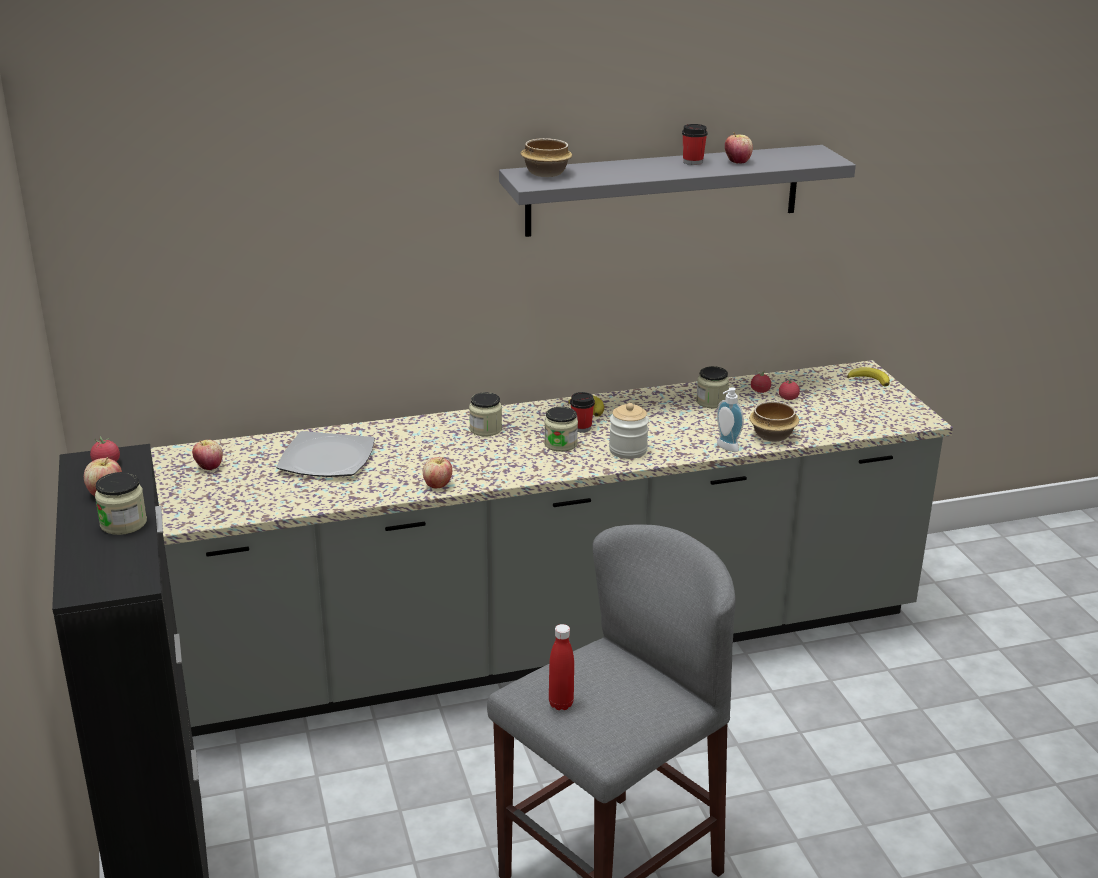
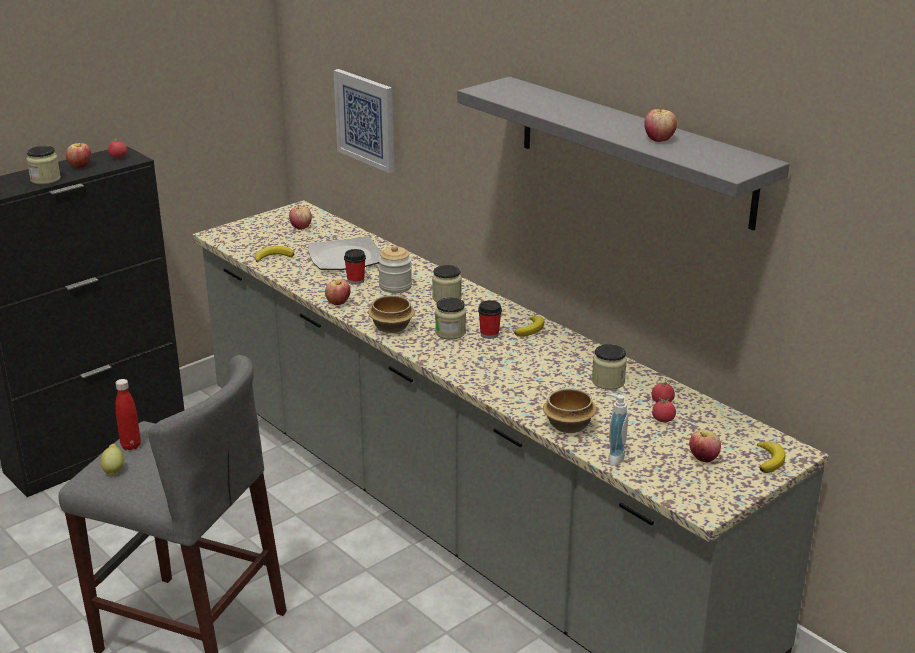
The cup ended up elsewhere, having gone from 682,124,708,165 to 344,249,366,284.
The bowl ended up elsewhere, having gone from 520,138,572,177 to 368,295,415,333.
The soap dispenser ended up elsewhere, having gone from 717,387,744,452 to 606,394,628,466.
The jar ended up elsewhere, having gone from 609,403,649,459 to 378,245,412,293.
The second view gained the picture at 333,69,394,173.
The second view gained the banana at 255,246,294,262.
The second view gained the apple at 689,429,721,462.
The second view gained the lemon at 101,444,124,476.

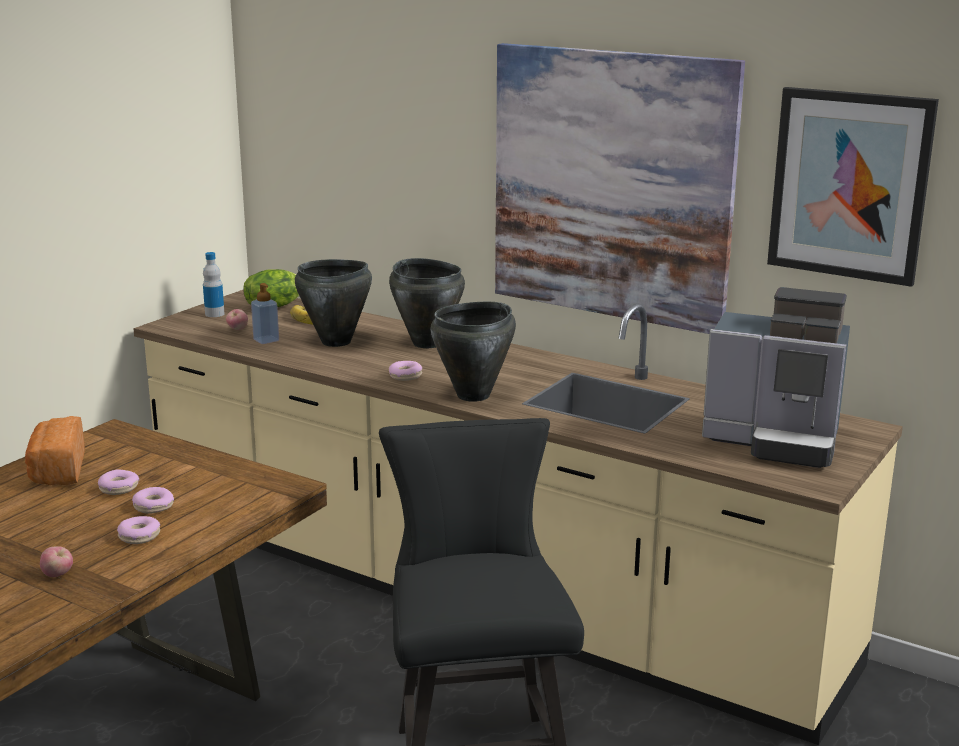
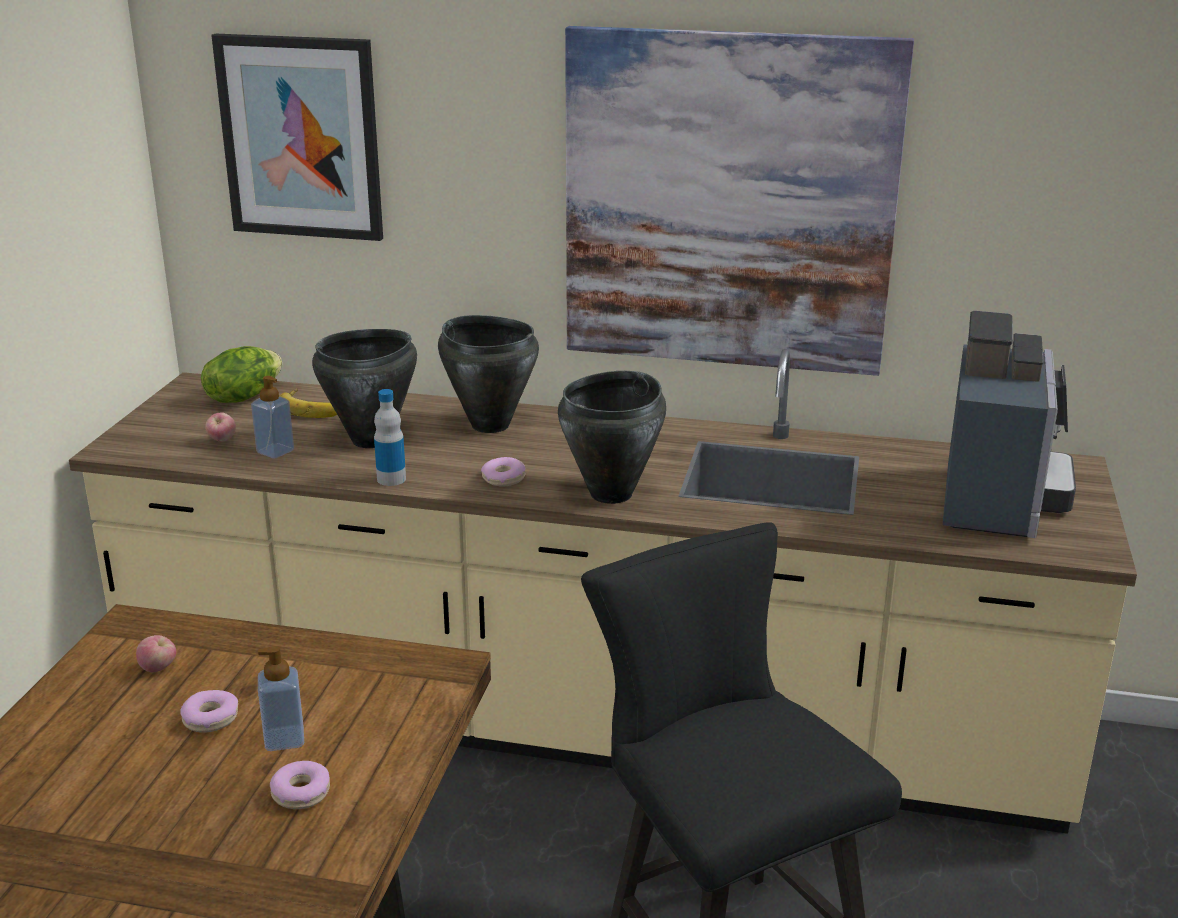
The picture ended up elsewhere, having gone from 767,87,939,287 to 211,34,383,241.
The bottle ended up elsewhere, having gone from 203,252,225,317 to 374,389,406,486.
The coffee machine at 702,287,850,468 ended up facing another way, 75 degrees counterclockwise from before.
The second view lost the bread at 25,416,85,486.
Where the donut stood at 132,487,174,514, the soap dispenser came to stand at 258,646,304,751.
The apple ended up elsewhere, having gone from 40,546,73,577 to 136,635,176,672.

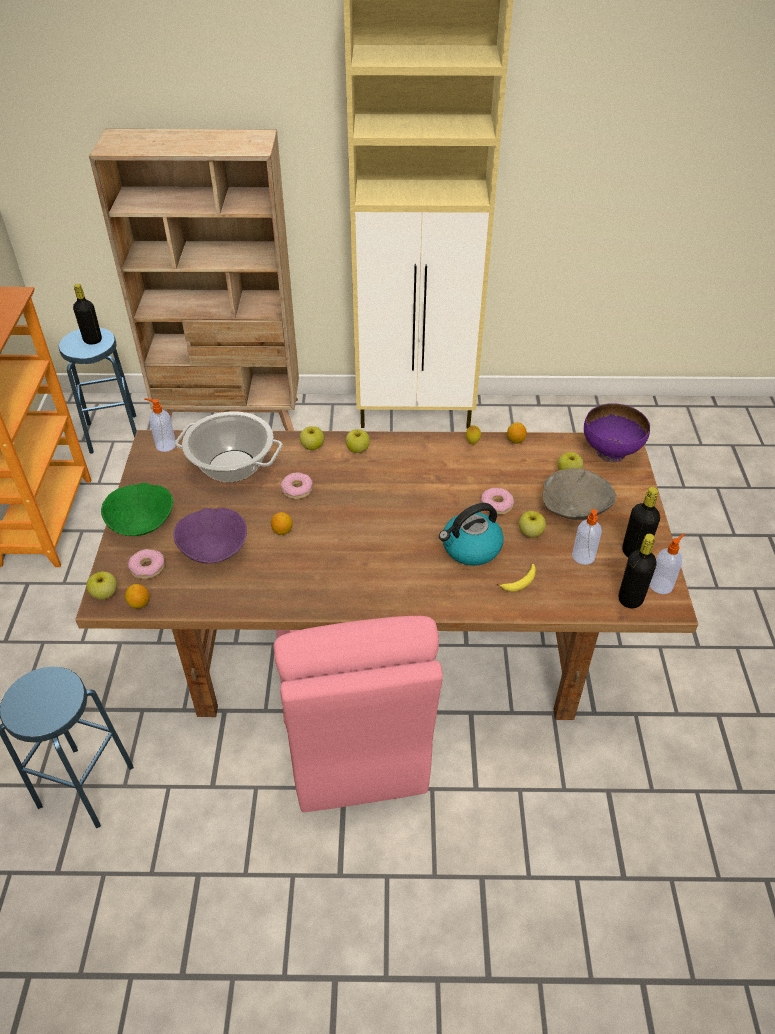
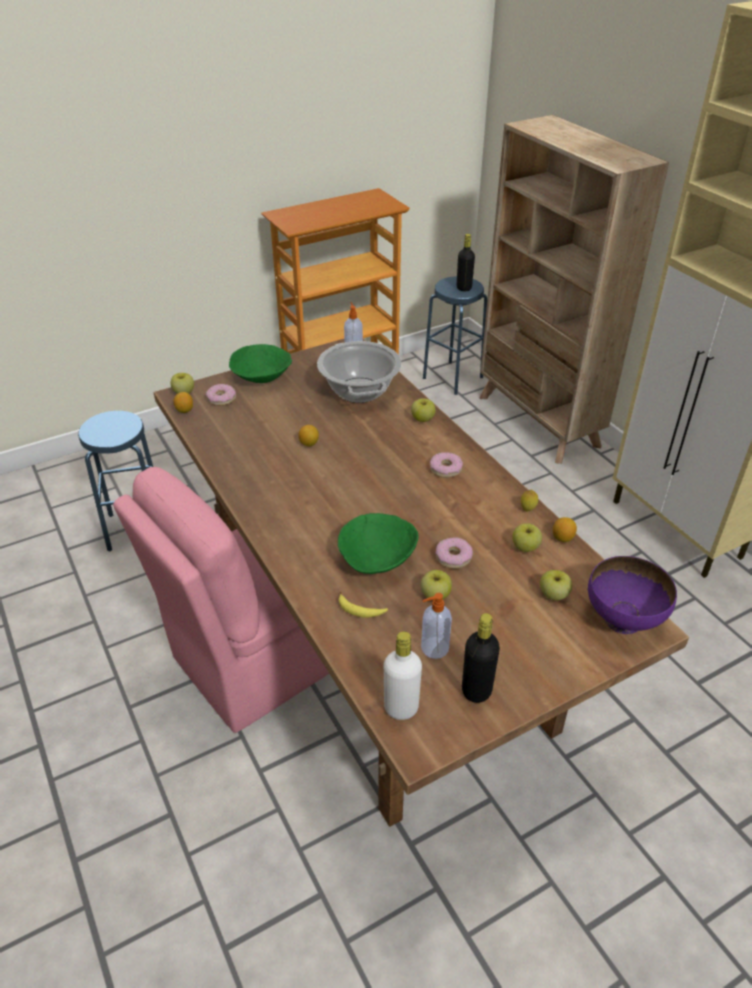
The apple ended up elsewhere, having gone from 346,429,370,453 to 512,523,542,552.
The second view lost the grey bowl at 542,468,616,520.
The donut ended up elsewhere, having gone from 281,472,313,499 to 430,452,463,478.
Where the kettle stood at 439,503,504,566, the green bowl came to stand at 338,513,419,574.
The second view lost the purple bowl at 173,508,247,563.
What was the black bottle at 619,534,657,608 turned into the white bottle at 384,631,422,720.
The second view lost the soap dispenser at 649,534,685,594.

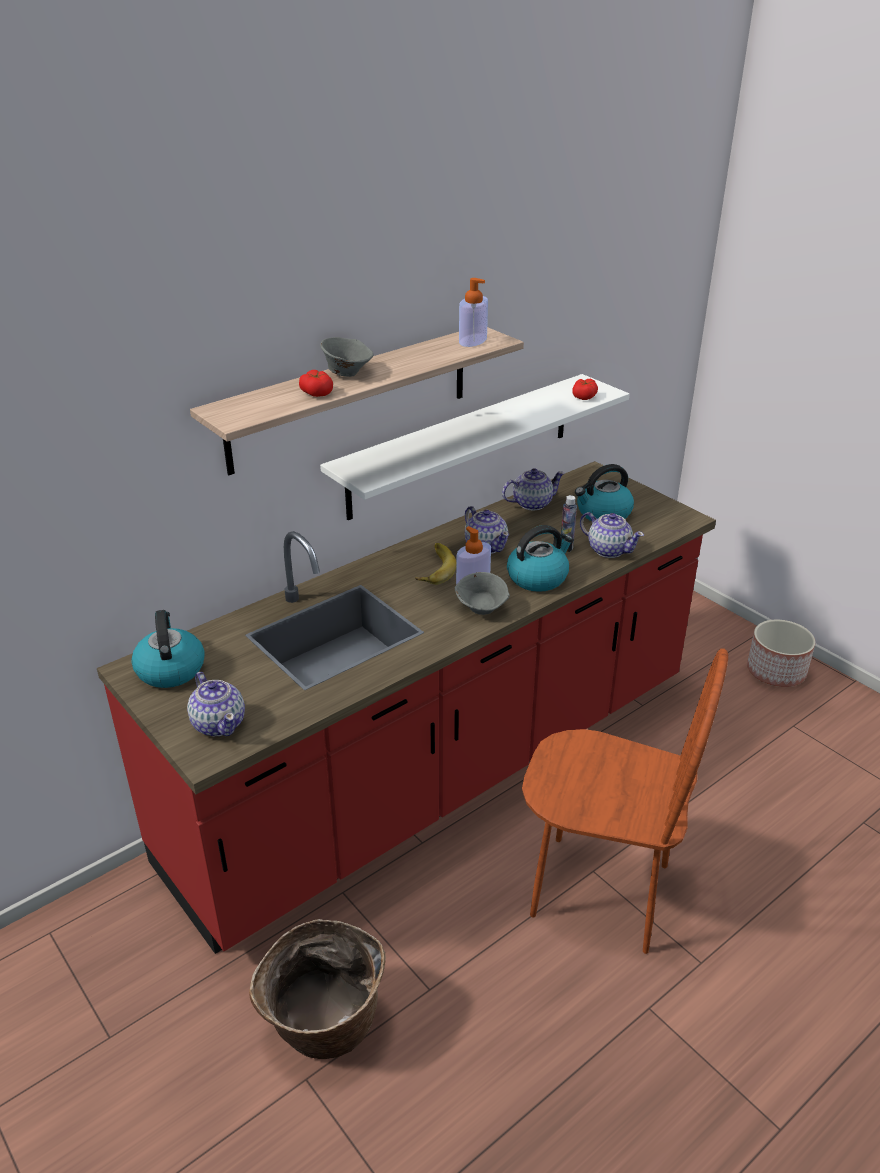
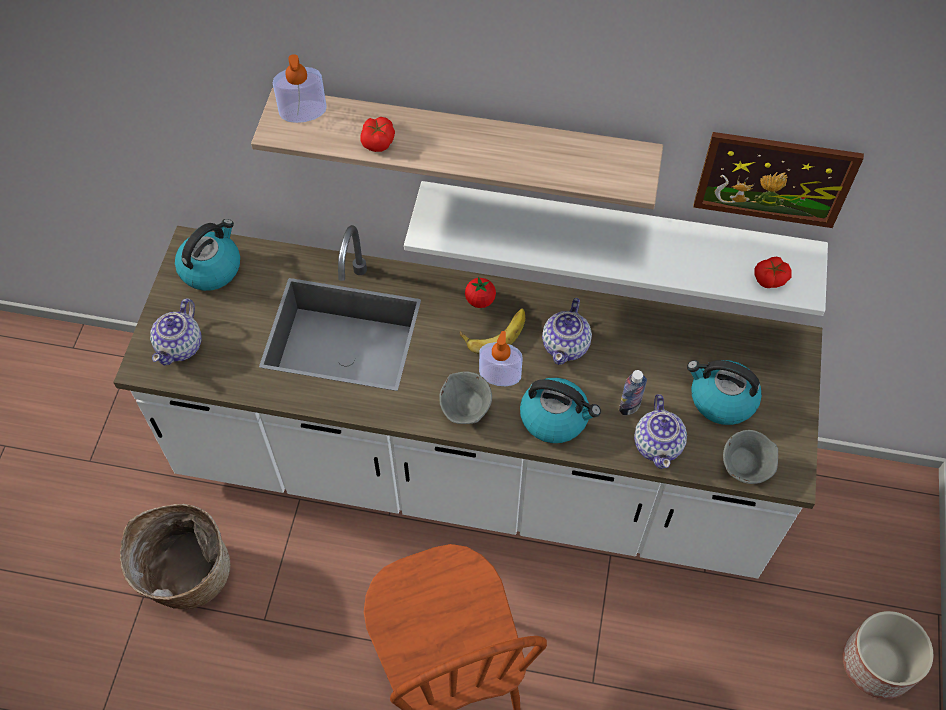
The soap dispenser ended up elsewhere, having gone from 459,278,488,347 to 273,54,327,123.
The grey bowl ended up elsewhere, having gone from 320,337,373,377 to 723,430,778,484.
What was the red counter at 97,461,716,954 turned into the white counter at 113,225,822,579.
The second view lost the teapot at 502,468,565,510.
The second view gained the picture at 693,132,864,228.
The second view gained the tomato at 465,277,496,308.

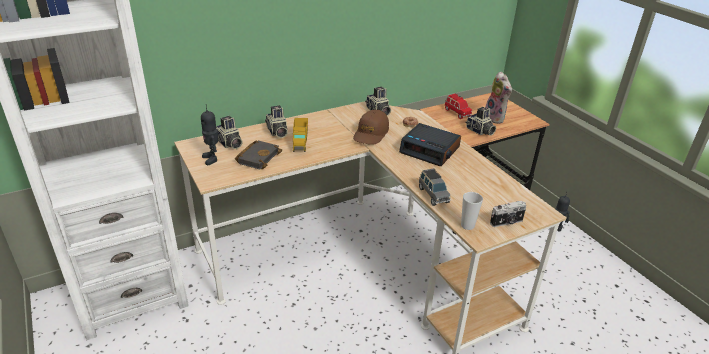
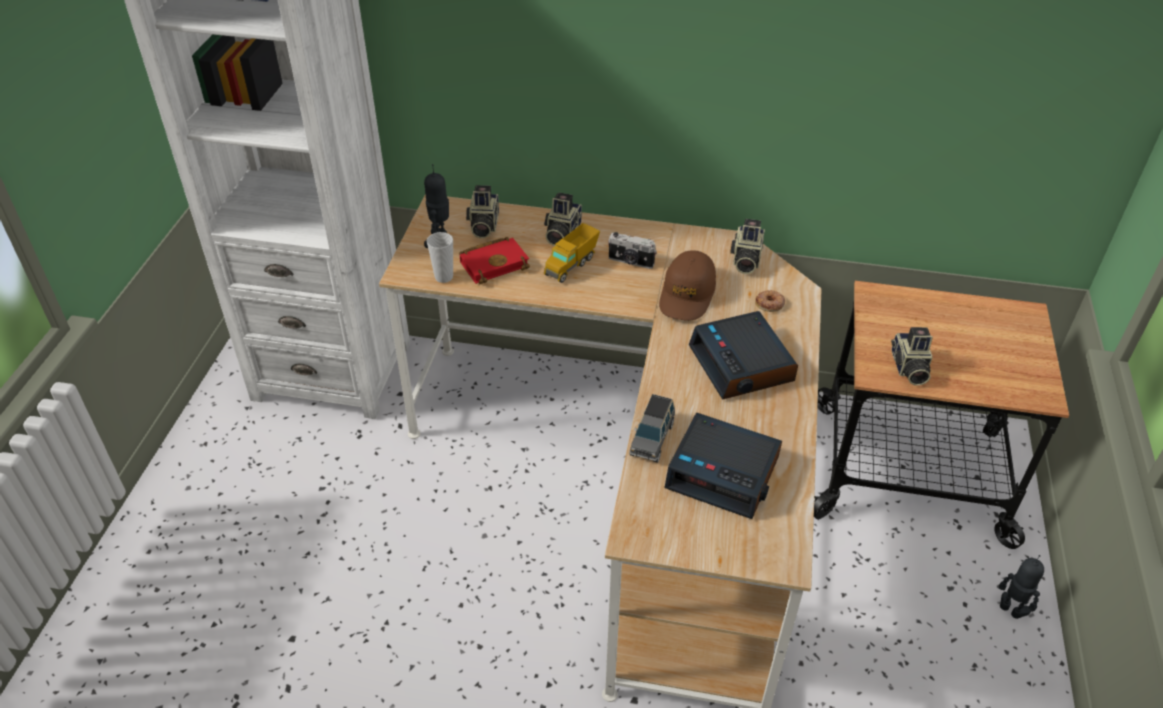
The second view lost the plush toy at 485,72,512,124.
The second view lost the red toy car at 445,94,472,119.
The brown cap at 353,110,389,145 ended up facing another way, 45 degrees counterclockwise from before.
What was the black book at 235,140,282,169 turned into the red book at 459,237,530,284.
The cup ended up elsewhere, having gone from 461,192,483,230 to 427,232,453,283.
The photo camera ended up elsewhere, having gone from 490,201,526,227 to 608,232,657,269.
The second view gained the alarm clock at 664,412,782,519.

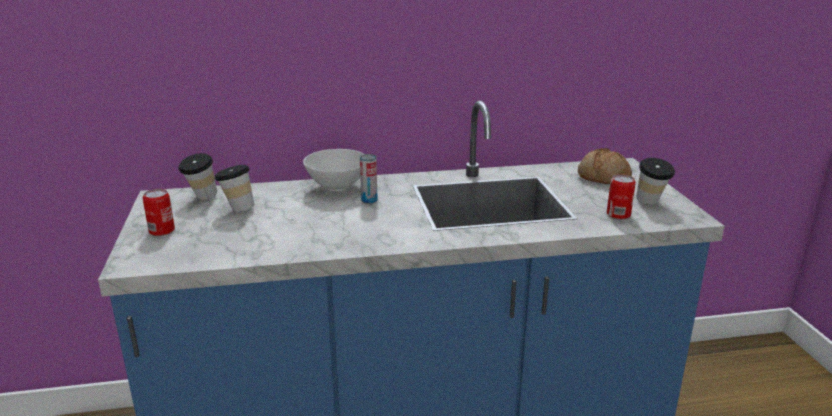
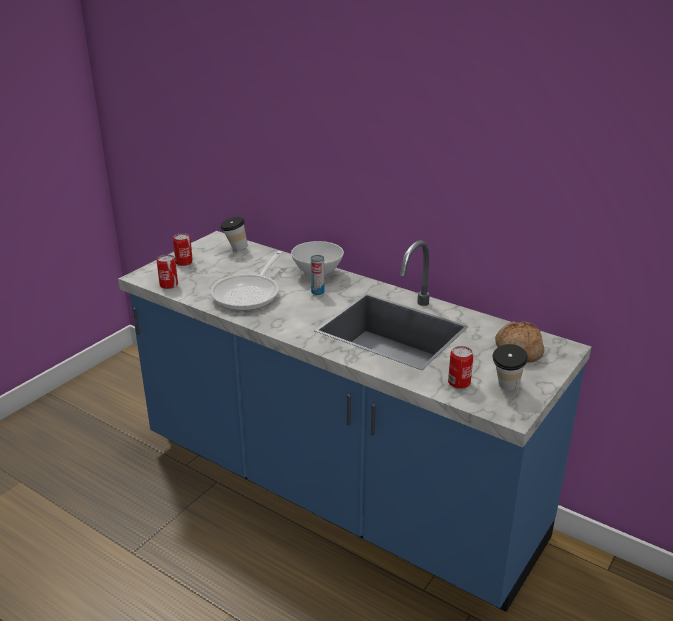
The second view lost the cup at 214,165,254,212.
The second view gained the frying pan at 210,251,283,311.
The second view gained the can at 157,255,178,289.

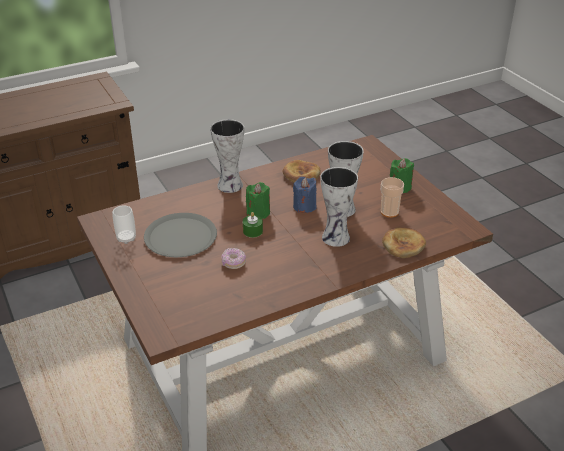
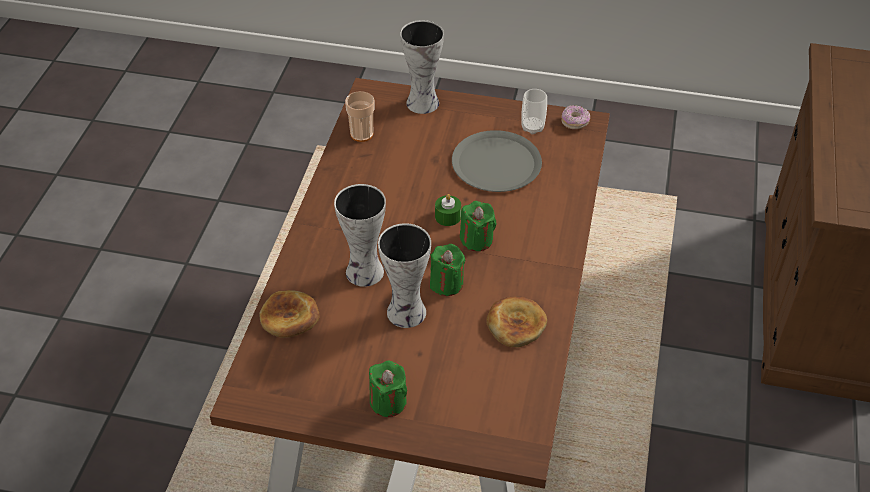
The vase ended up elsewhere, having gone from 210,119,244,193 to 400,20,444,114.
What was the blue candle at 293,177,316,213 turned into the green candle at 430,244,466,296.
The cup ended up elsewhere, having gone from 380,177,404,218 to 345,91,375,142.
The donut ended up elsewhere, having gone from 221,248,246,269 to 561,105,590,129.

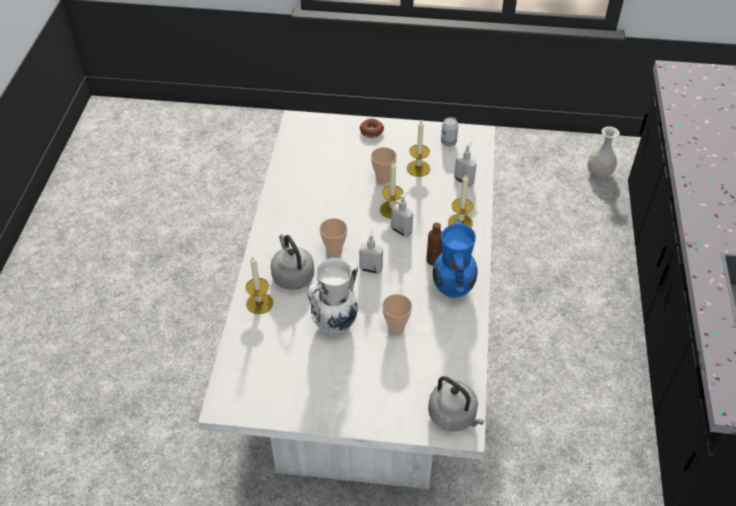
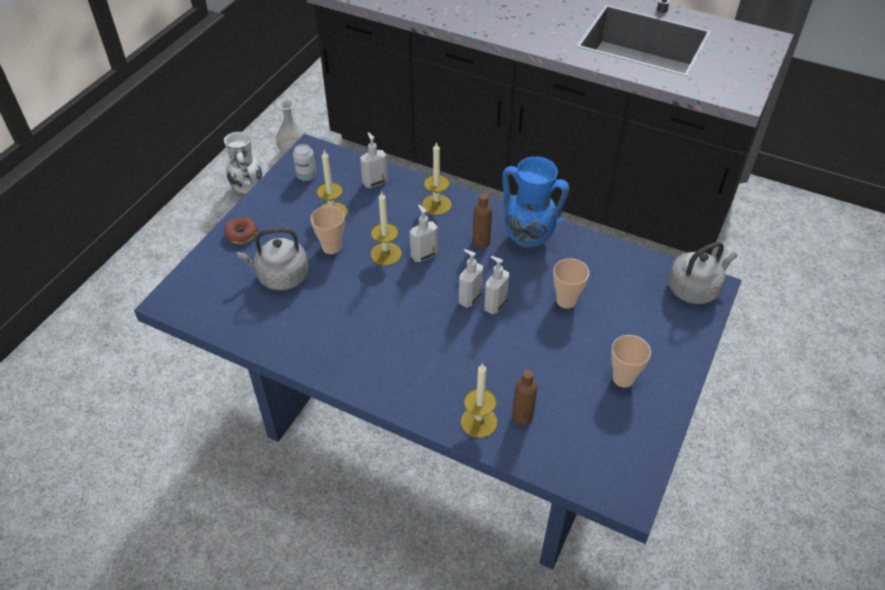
What was the white dining table at 198,110,495,489 turned into the blue dining table at 134,134,742,570.
The cup ended up elsewhere, having gone from 320,218,347,257 to 611,335,651,388.
The grey kettle ended up elsewhere, having gone from 271,234,314,290 to 237,228,309,290.
The white vase ended up elsewhere, having gone from 308,258,358,334 to 224,132,262,195.
The second view gained the soap dispenser at 484,256,509,315.
The second view gained the brown bottle at 512,369,537,425.

